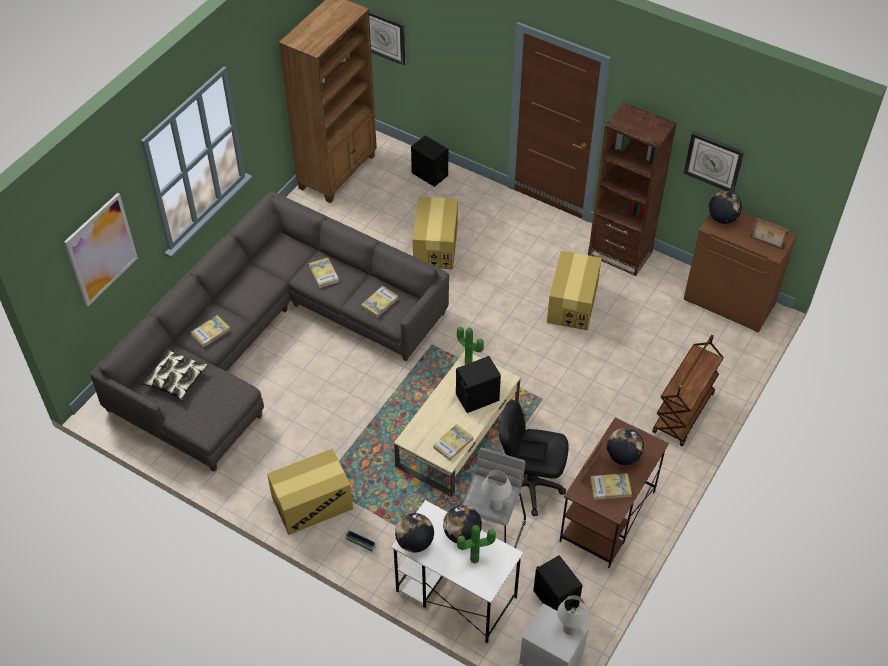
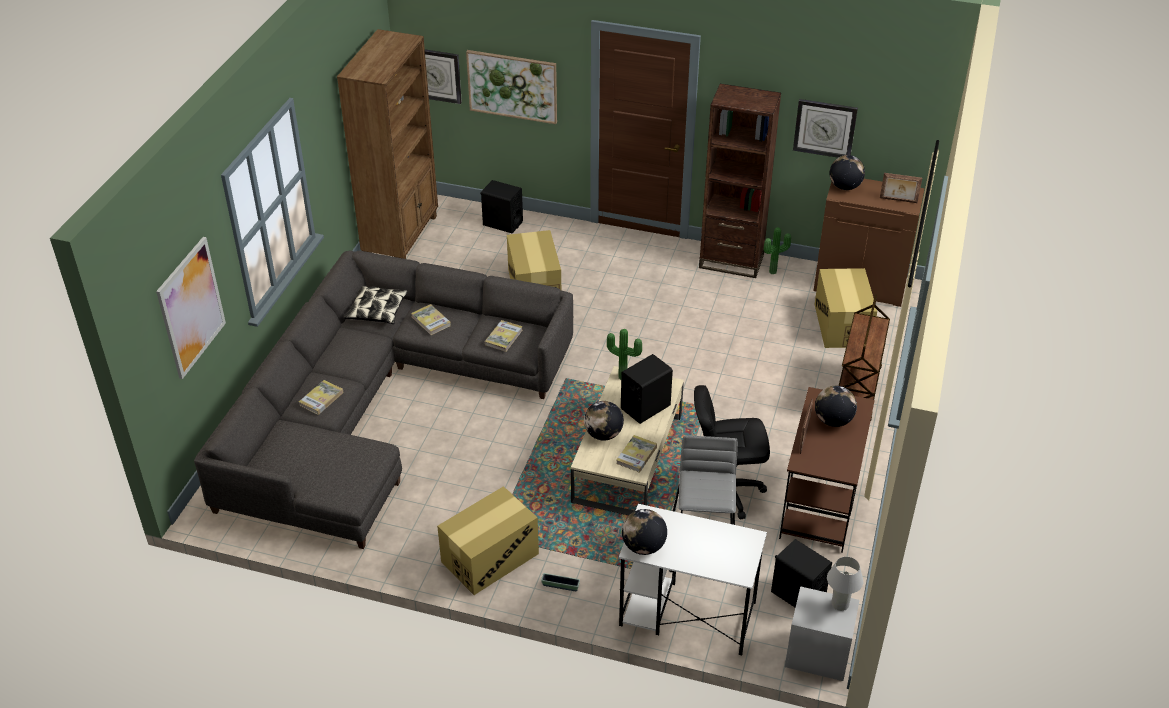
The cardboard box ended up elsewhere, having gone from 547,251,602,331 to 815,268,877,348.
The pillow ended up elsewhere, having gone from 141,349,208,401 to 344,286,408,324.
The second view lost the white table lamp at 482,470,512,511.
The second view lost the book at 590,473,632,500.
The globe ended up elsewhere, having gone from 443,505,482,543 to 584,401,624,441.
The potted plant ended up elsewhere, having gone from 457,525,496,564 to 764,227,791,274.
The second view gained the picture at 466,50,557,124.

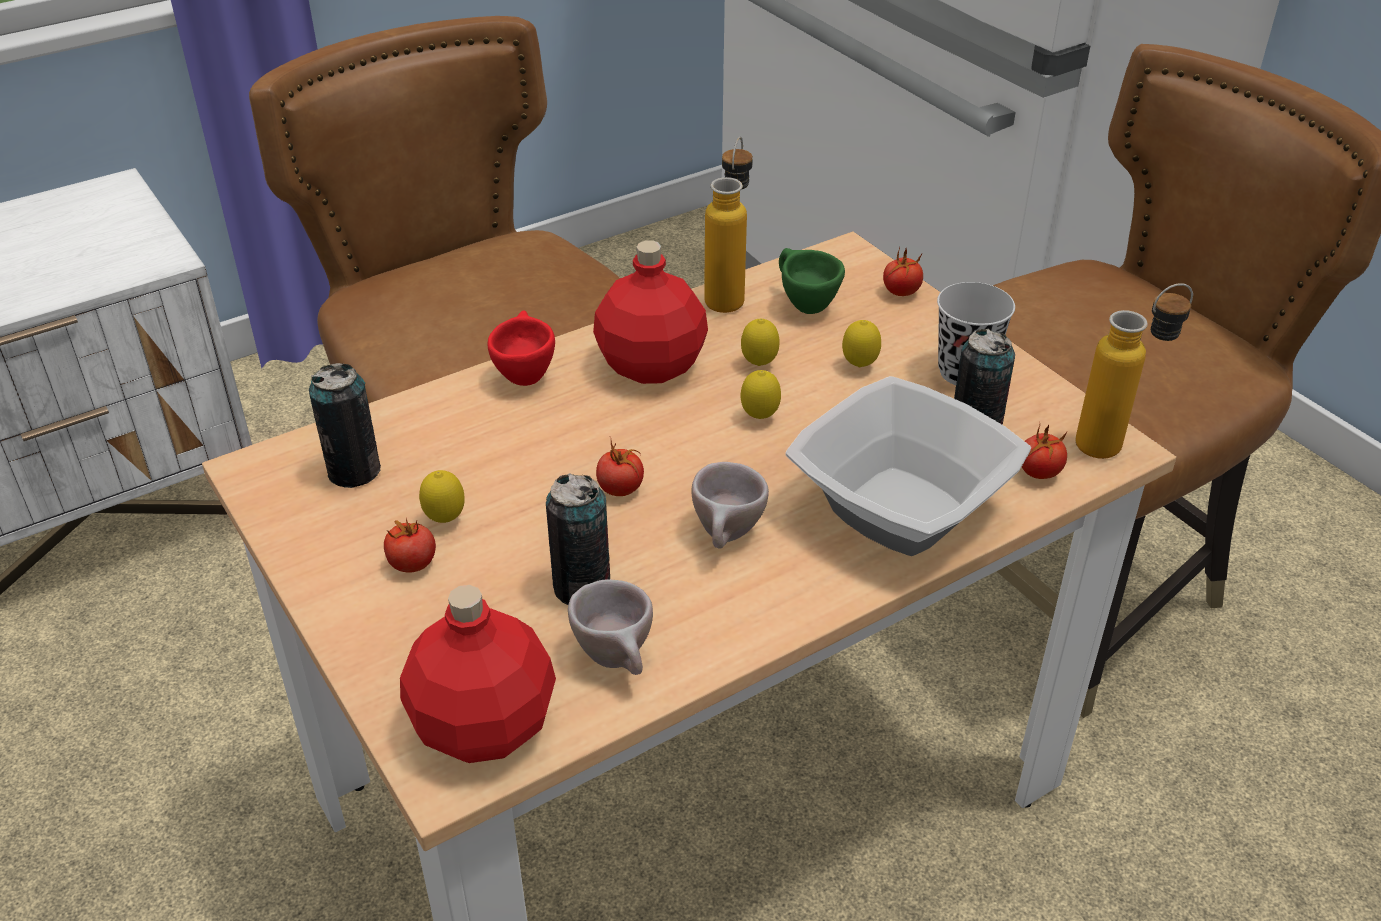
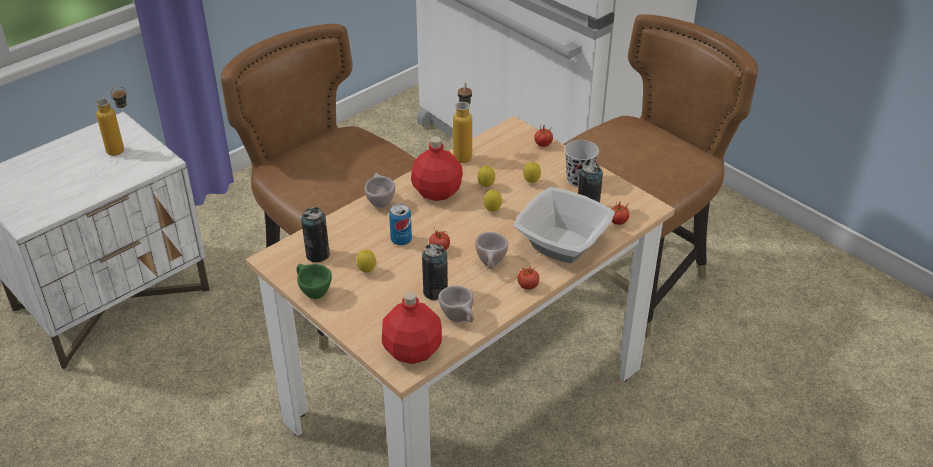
The green cup ended up elsewhere, having gone from 779,248,845,314 to 297,264,332,299.
The bottle ended up elsewhere, having gone from 1075,283,1193,459 to 96,86,127,156.
What was the red cup at 488,310,555,386 turned into the beige cup at 364,173,395,208.
The tomato ended up elsewhere, having gone from 384,518,436,573 to 518,266,539,290.
The second view gained the can at 389,204,412,246.

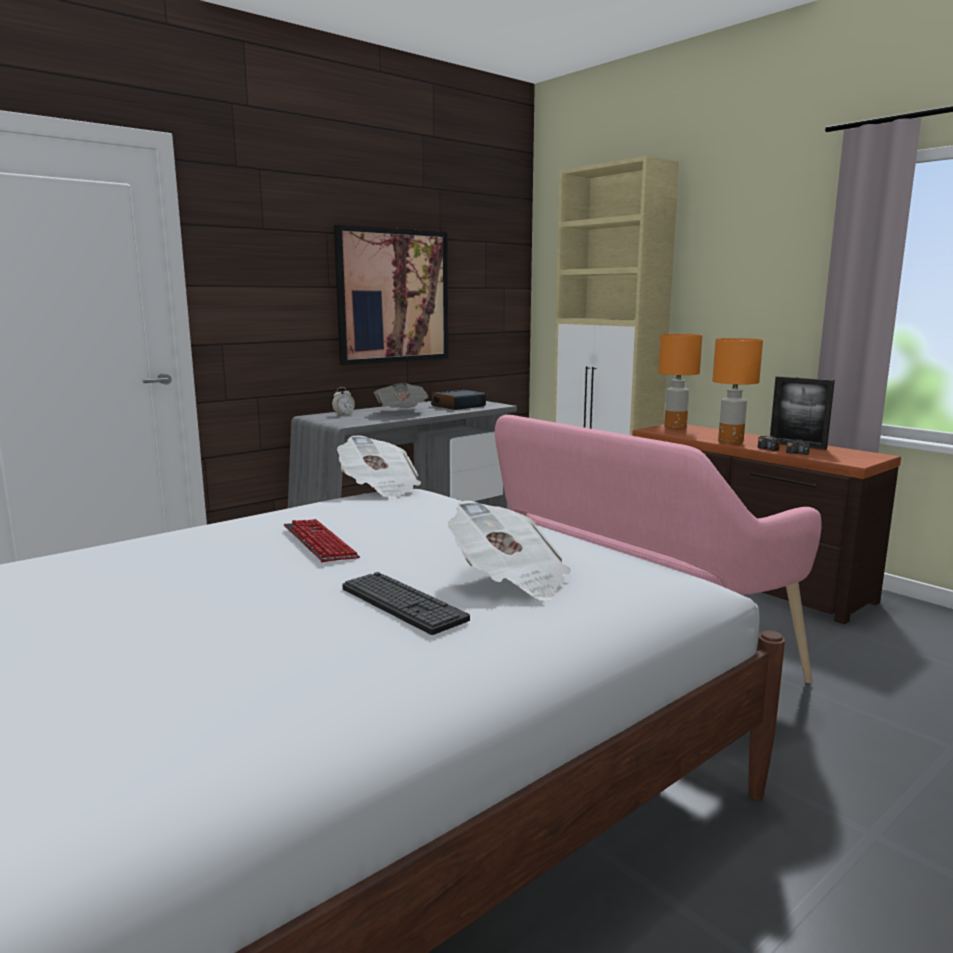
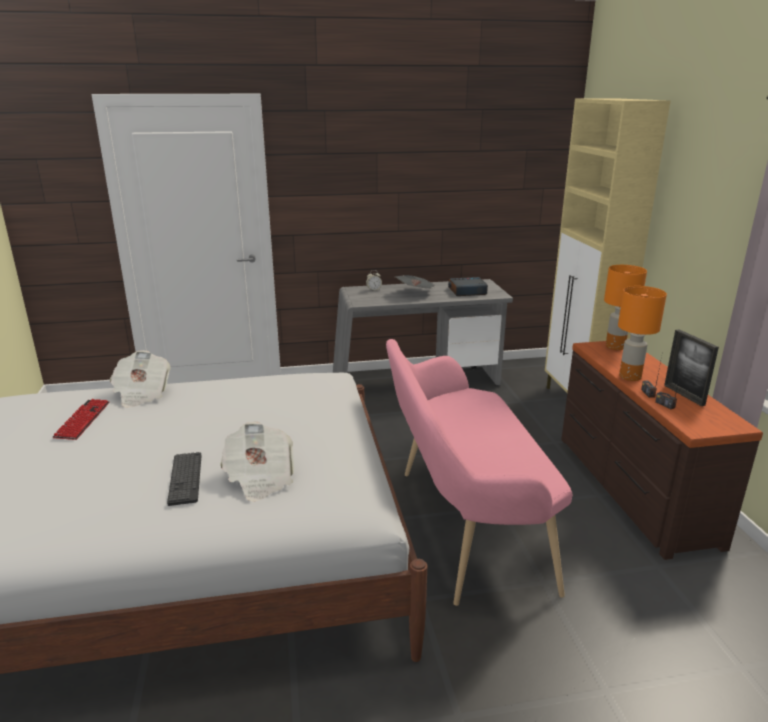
The second view lost the picture at 334,225,448,365.
The newspaper ended up elsewhere, having gone from 337,435,421,498 to 110,350,171,408.
The keyboard ended up elsewhere, having gone from 284,519,360,562 to 53,399,109,440.

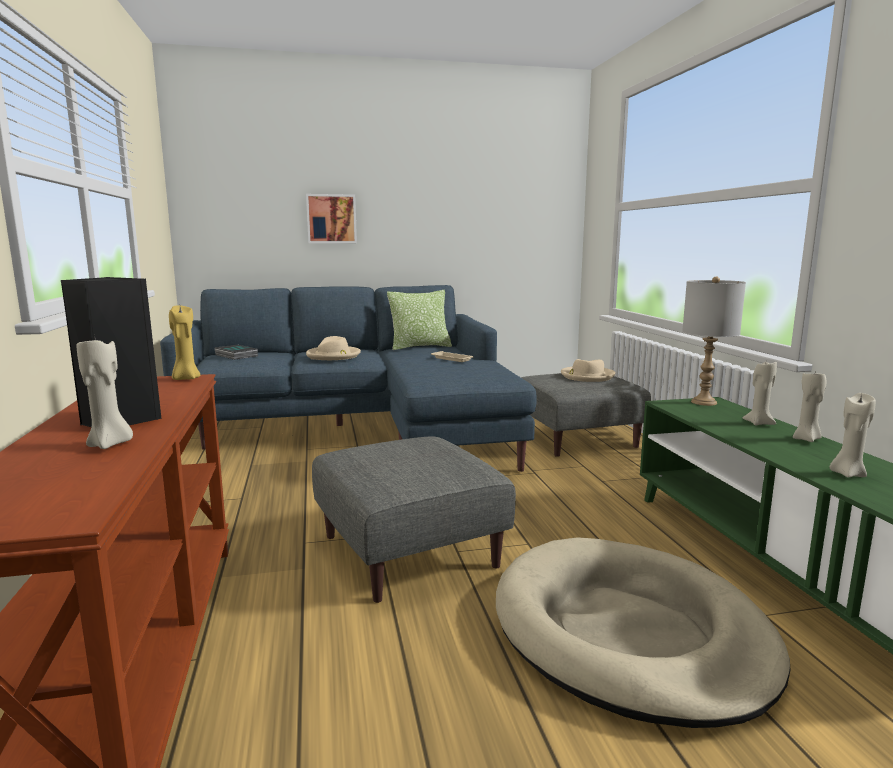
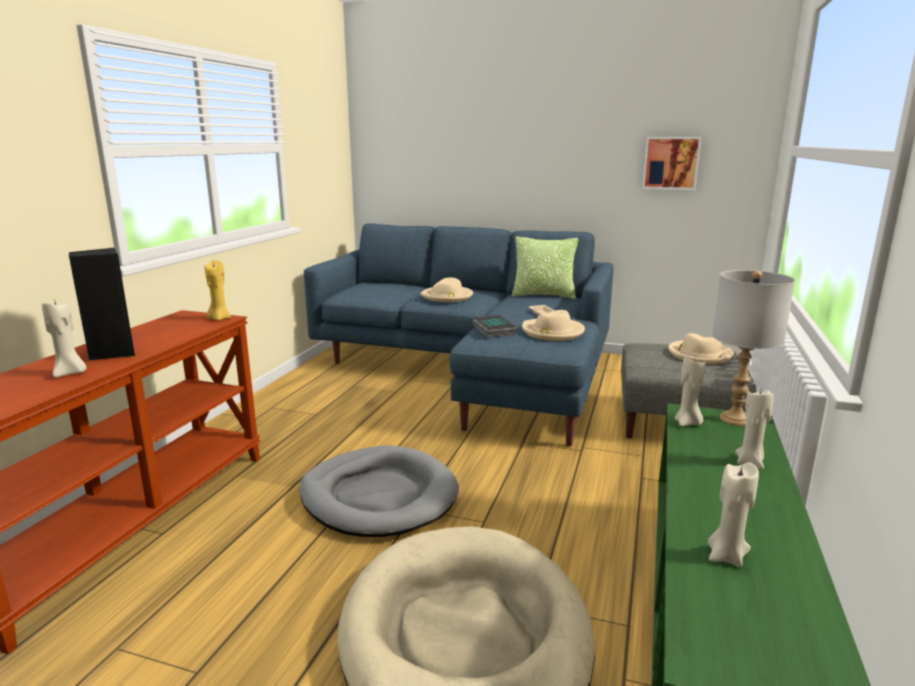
The picture ended up elsewhere, having gone from 306,194,357,243 to 642,137,702,190.
The book ended up elsewhere, having gone from 215,345,258,360 to 473,315,516,337.
The beige candle ended up elsewhere, having gone from 793,370,826,442 to 675,357,706,426.
Where the grey ottoman stood at 312,437,516,603, the grey dog bed came to stand at 300,446,459,537.
The second view gained the beige hat at 522,310,585,341.

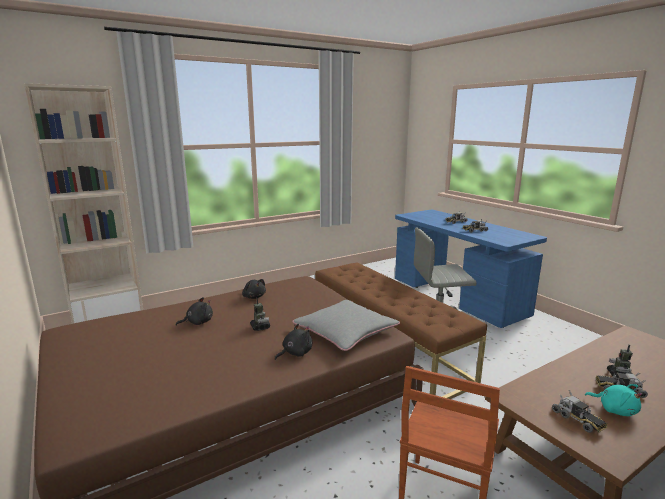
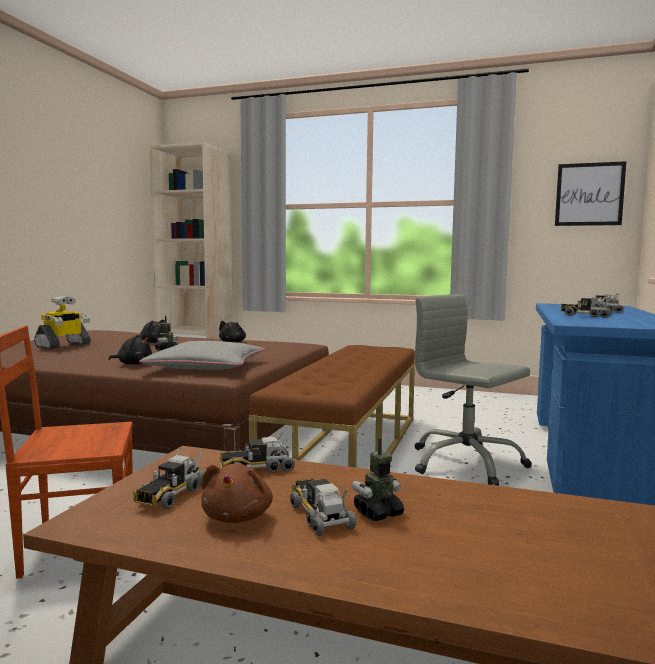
What was the turquoise plush toy at 585,384,642,416 turned into the brown plush toy at 201,464,273,523.
The second view gained the picture at 555,161,626,226.
The second view gained the toy robot at 34,296,91,349.
The second view gained the toy truck at 219,432,295,473.

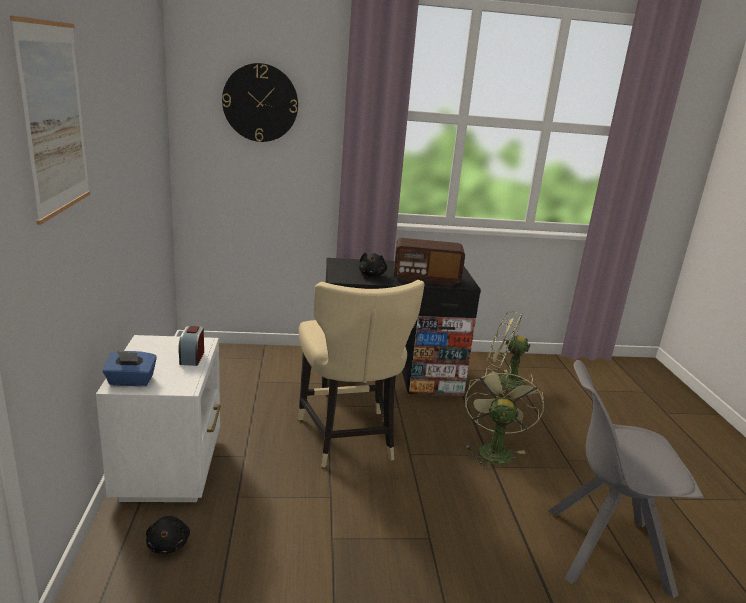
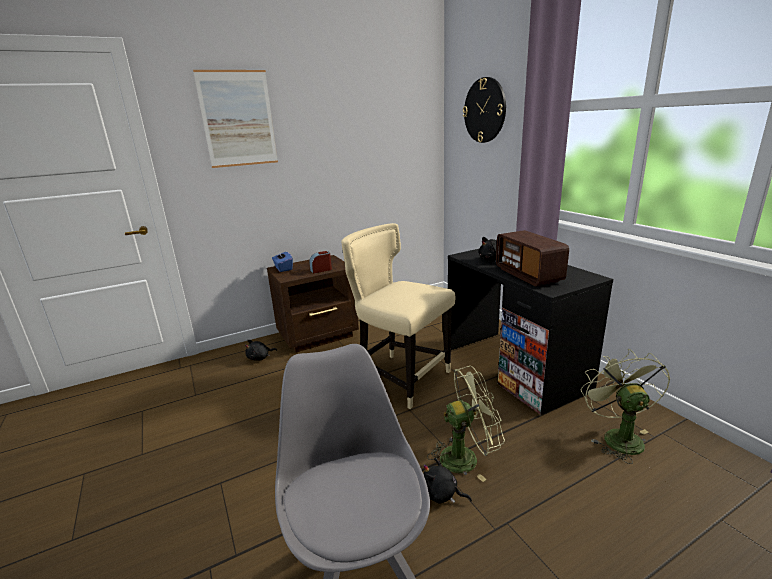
The beige chair at 298,280,425,467 ended up facing another way, 75 degrees clockwise from before.
What was the white nightstand at 96,335,221,502 turned into the brown nightstand at 267,255,359,352.
The second view gained the black plush toy at 423,458,472,504.

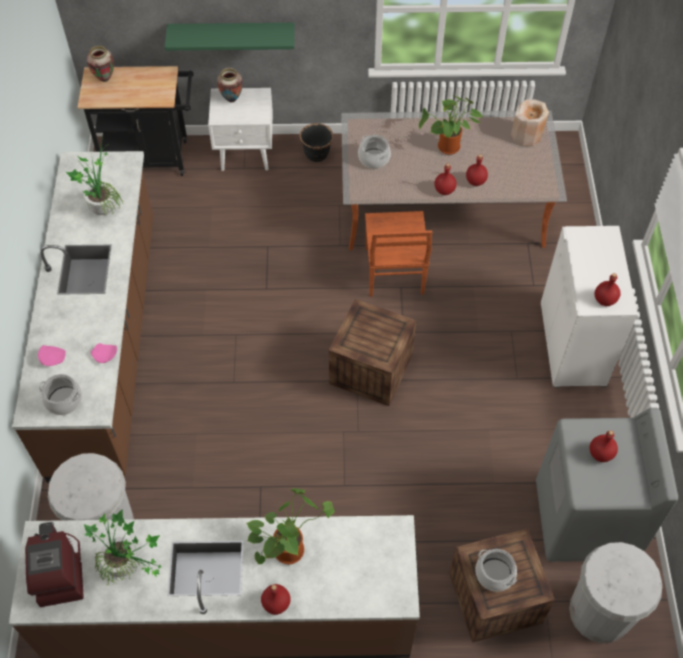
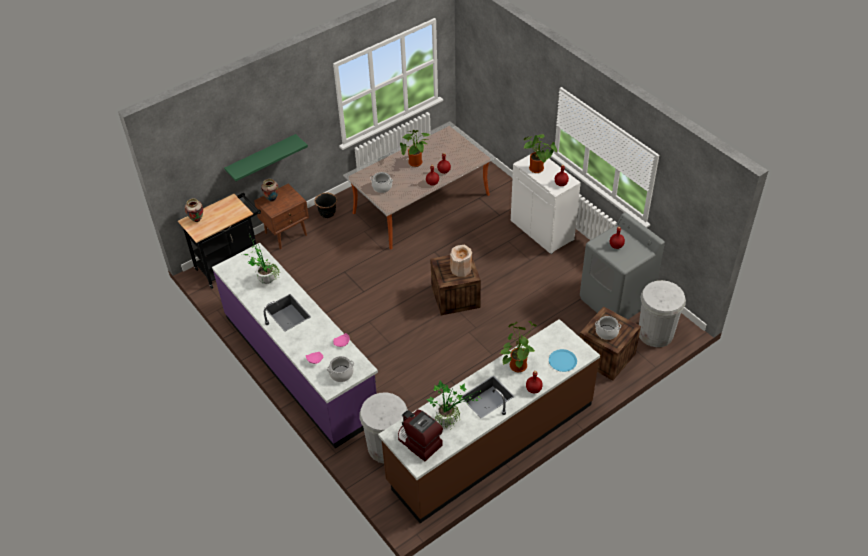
What was the white nightstand at 208,88,273,171 turned into the brown nightstand at 254,183,309,249.
The beige vase ended up elsewhere, having gone from 511,99,549,146 to 450,245,472,277.
What was the brown counter at 13,151,153,483 turned into the purple counter at 212,243,378,448.
The second view lost the brown chair at 365,211,432,297.
The second view gained the potted plant at 524,135,557,173.
The second view gained the blue plate at 549,349,577,372.

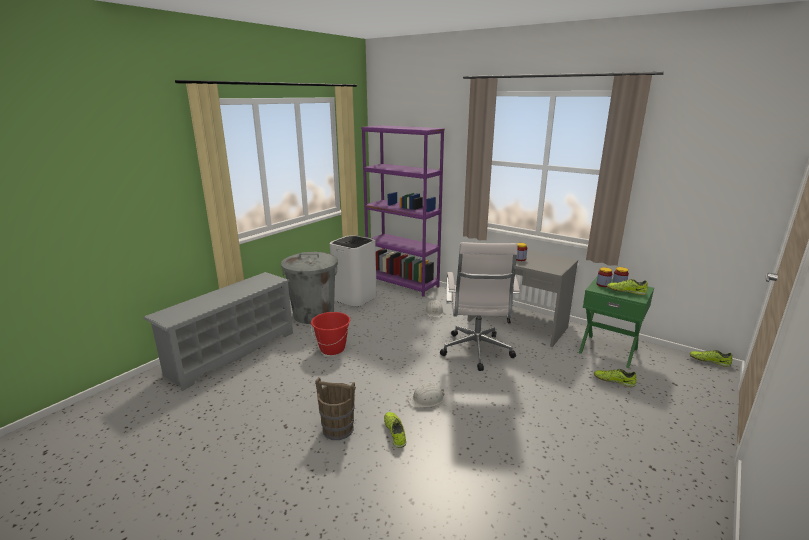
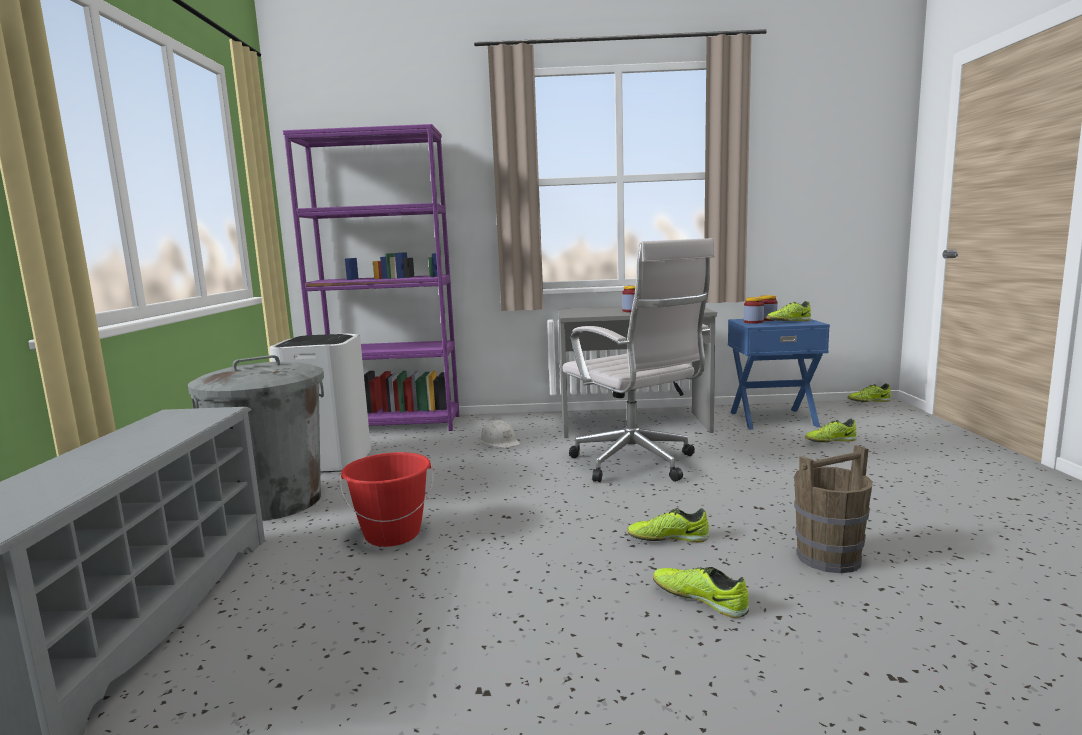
What was the green nightstand at 579,277,654,368 turned into the blue nightstand at 728,319,830,430.
The brown bucket ended up elsewhere, having gone from 315,377,356,440 to 794,445,873,573.
Where the white hard hat stood at 407,382,444,408, the shoe came to stand at 627,508,709,542.

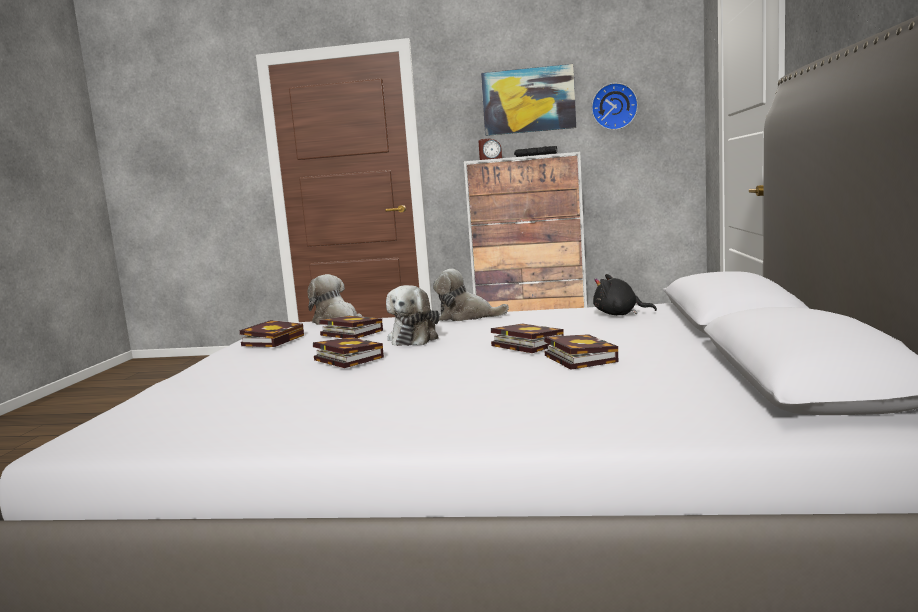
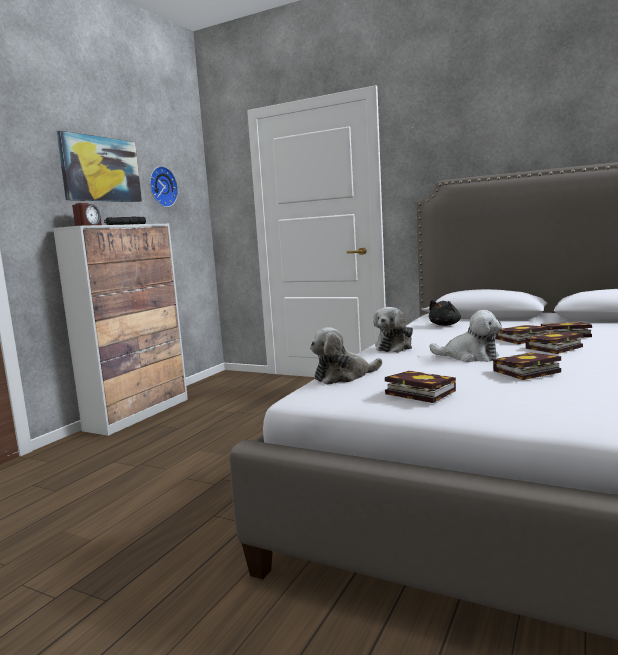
The book ended up elsewhere, having gone from 319,316,383,338 to 526,332,583,354.

